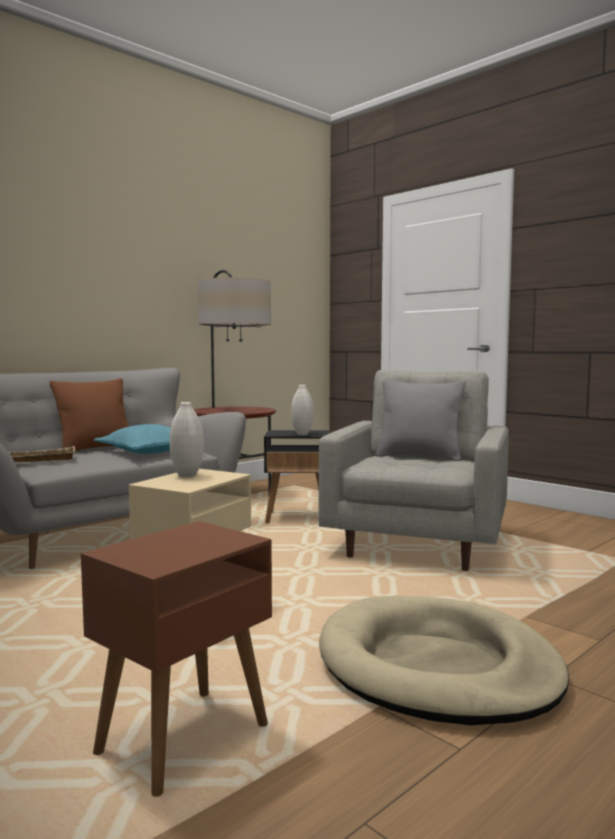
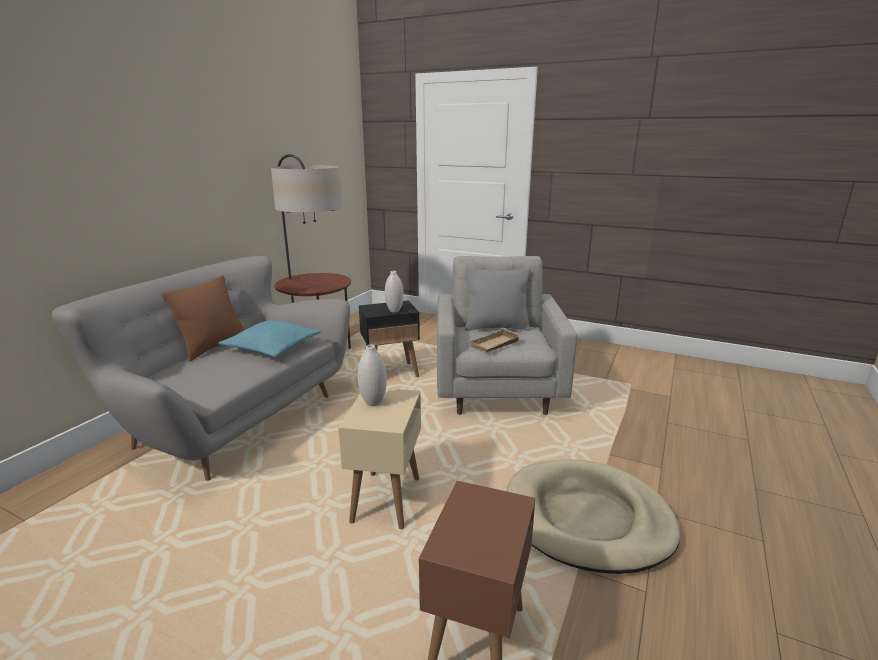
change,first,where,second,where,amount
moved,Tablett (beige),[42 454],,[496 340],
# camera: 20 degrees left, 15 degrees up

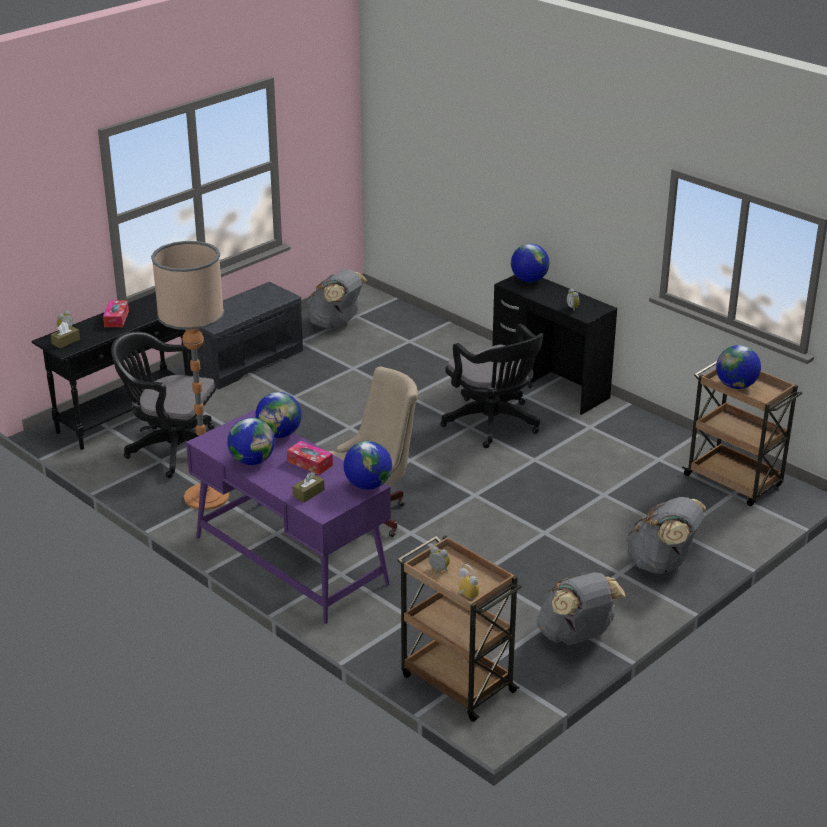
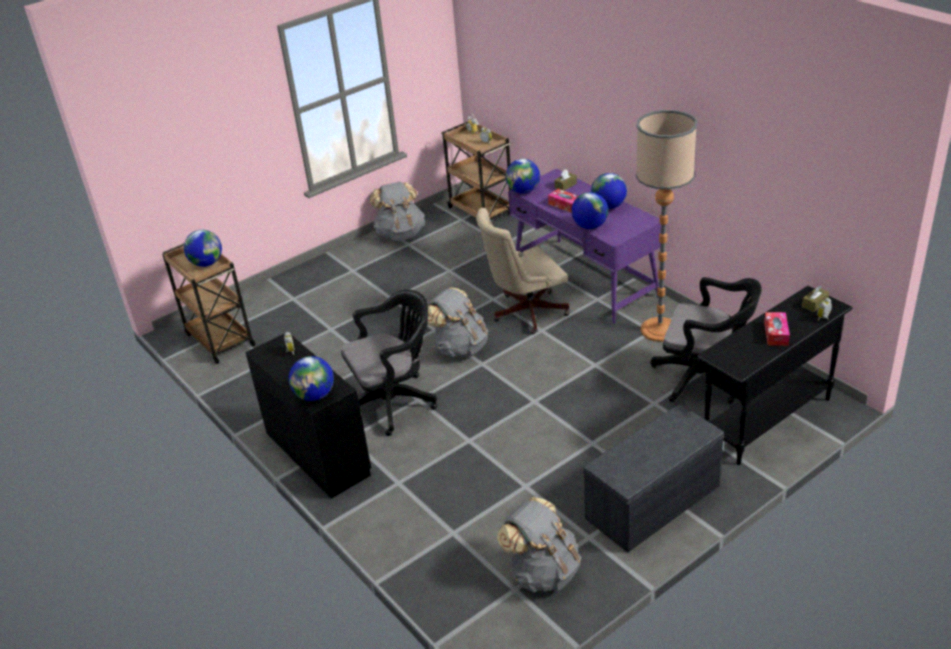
change,first,where,second,where,amount
turned,Bürostuhl (schwarz),[491 386],,[389 363],90 degrees clockwise
moved,Rucksack (grau),[666 535],,[458 322],
# camera: 170 degrees left, 5 degrees up

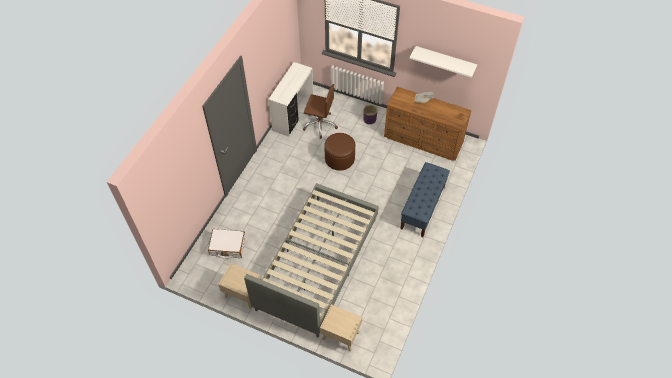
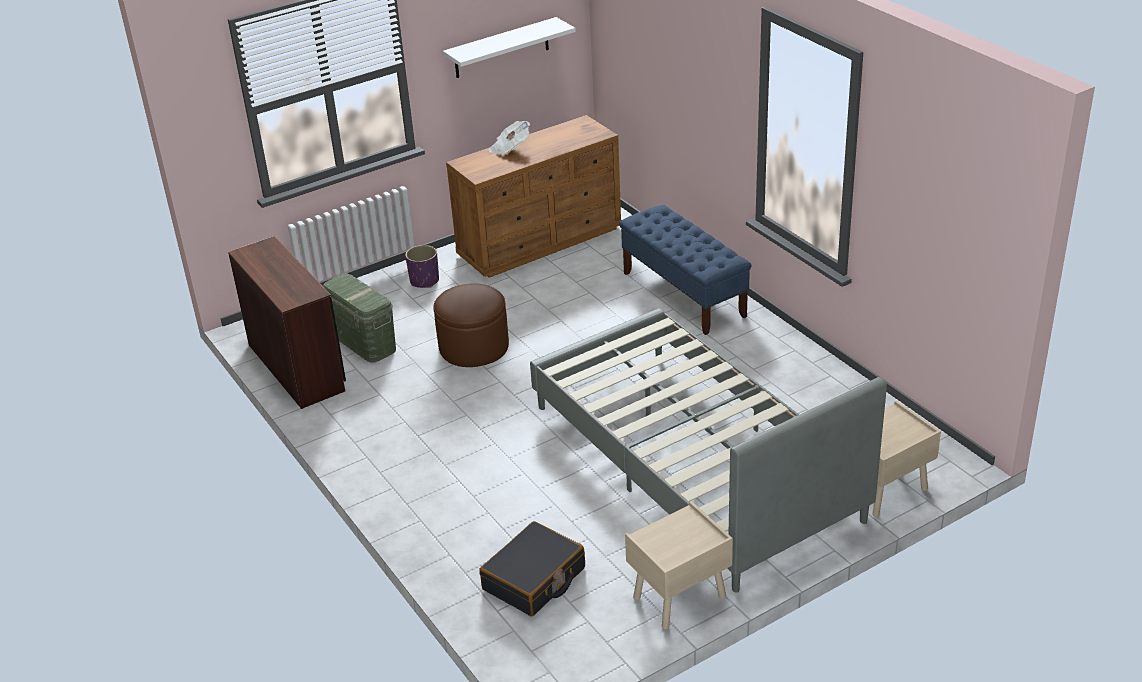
change,first,where,second,where,amount
recoloured,Schreibtisch (weiß),[290 99],Schreibtisch (braun),[287 322],
replaced,Bürostuhl (braun),[320 111],Aufbewahrungsbox (grün),[359 318],
recoloured,Koffer (weiß),[227 244],Koffer (schwarz),[532 568],
# camera: 55 degrees left, 20 degrees down

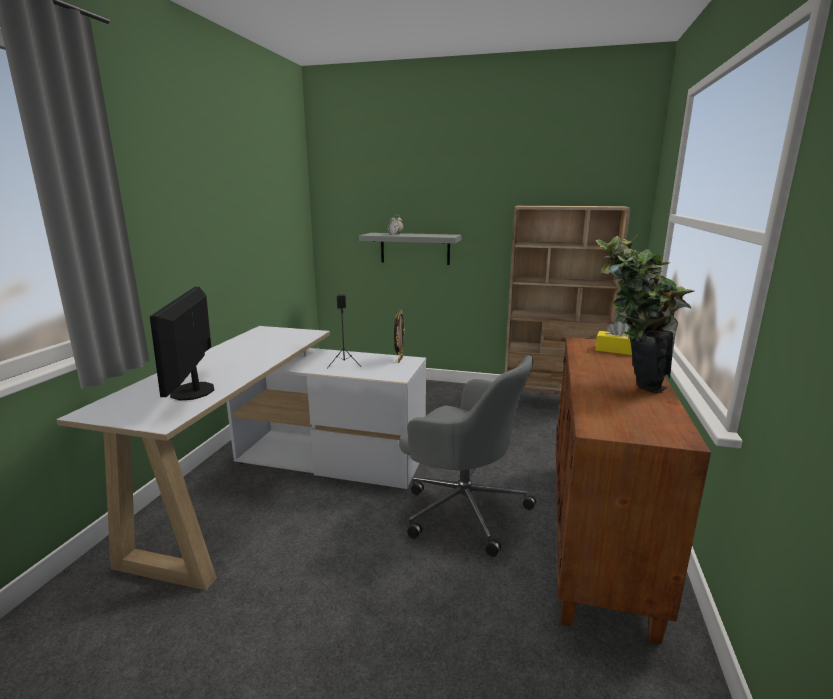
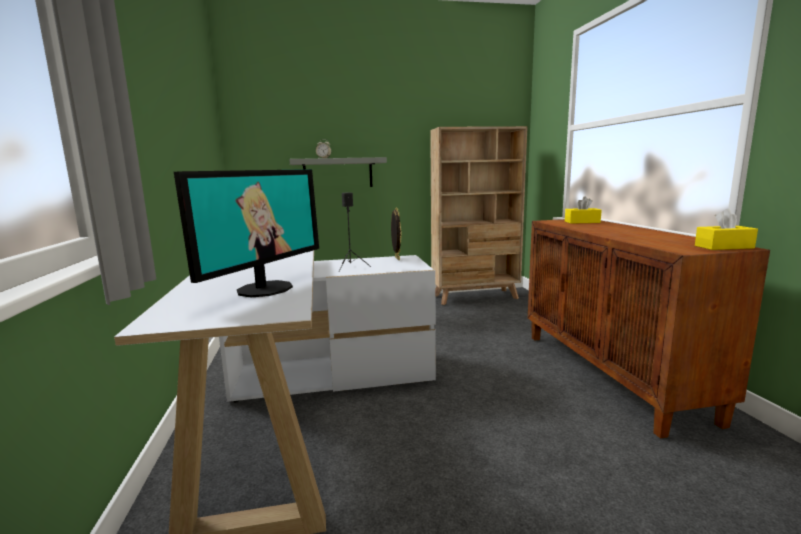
change,first,where,second,where,amount
turned,Monitor,[182 344],,[246 233],120 degrees counterclockwise
added,,,Taschentuchbox (gelb),[726 229],
removed,Bürostuhl (grau),[467 456],,,
removed,Topfpflanze,[645 314],,,
# camera: 25 degrees left, 5 degrees down

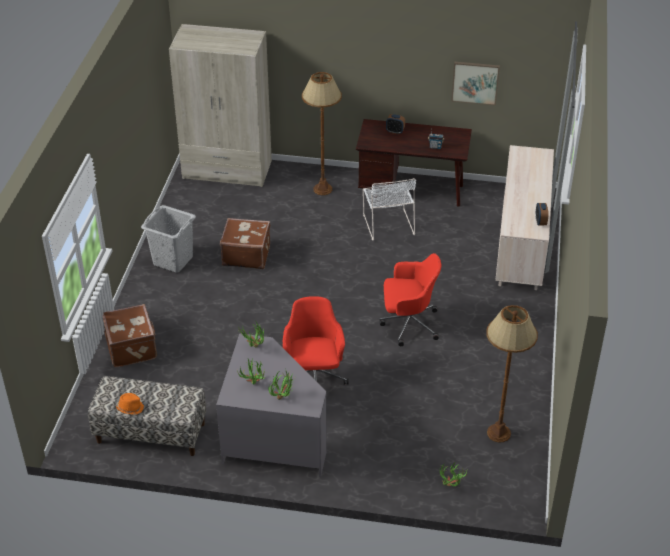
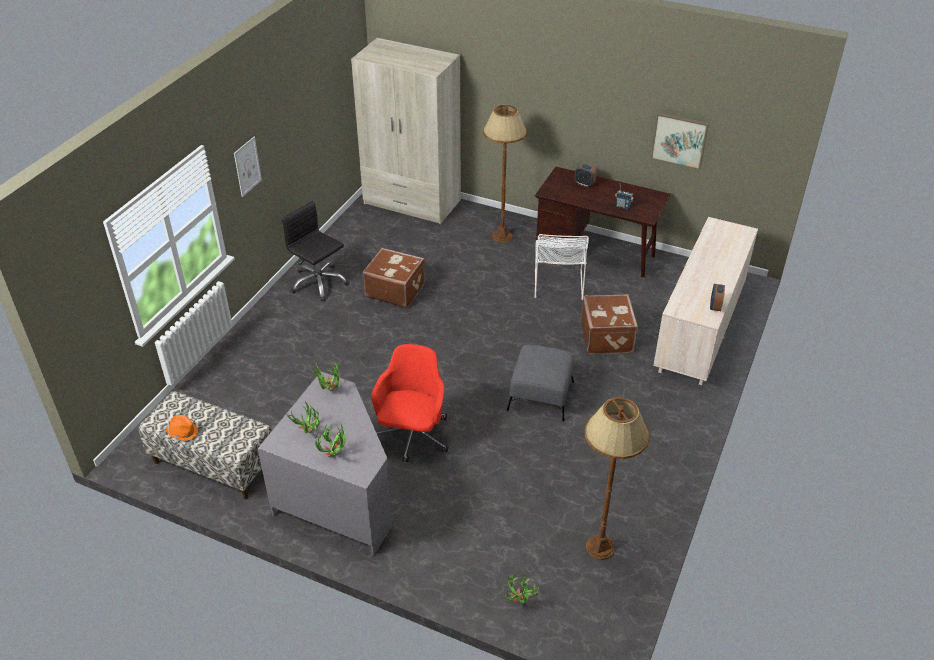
change,first,where,second,where,amount
added,,,Bild,[248 167],
replaced,Wäschekorb (grau),[168 238],Bürostuhl (schwarz),[315 251],
replaced,Bürostuhl (rot),[410 299],Polsterhocker (grau),[540 383],
moved,Koffer (braun),[129 335],,[609 324],
# camera: 15 degrees right, 0 degrees up

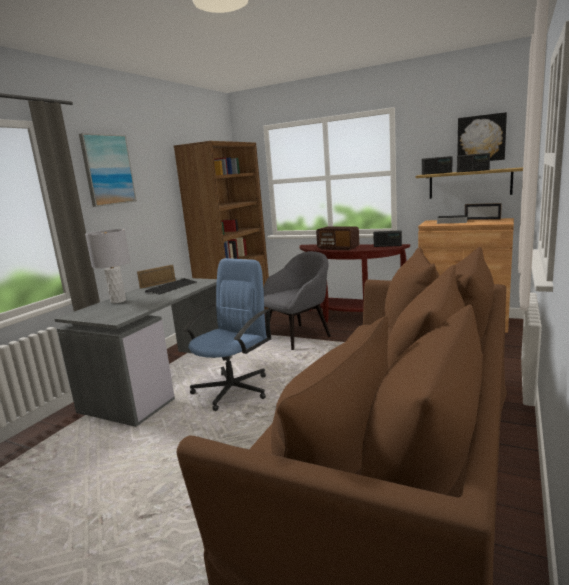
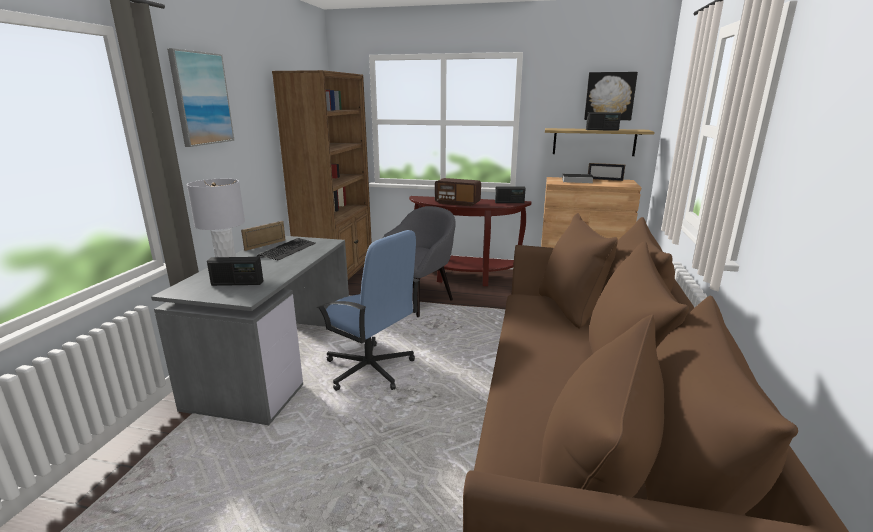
change,first,where,second,where,amount
moved,Radio,[437 165],,[235 271],
turned,Bürostuhl (blau),[227 334],,[368 310],105 degrees clockwise
# camera: 15 degrees left, 5 degrees up

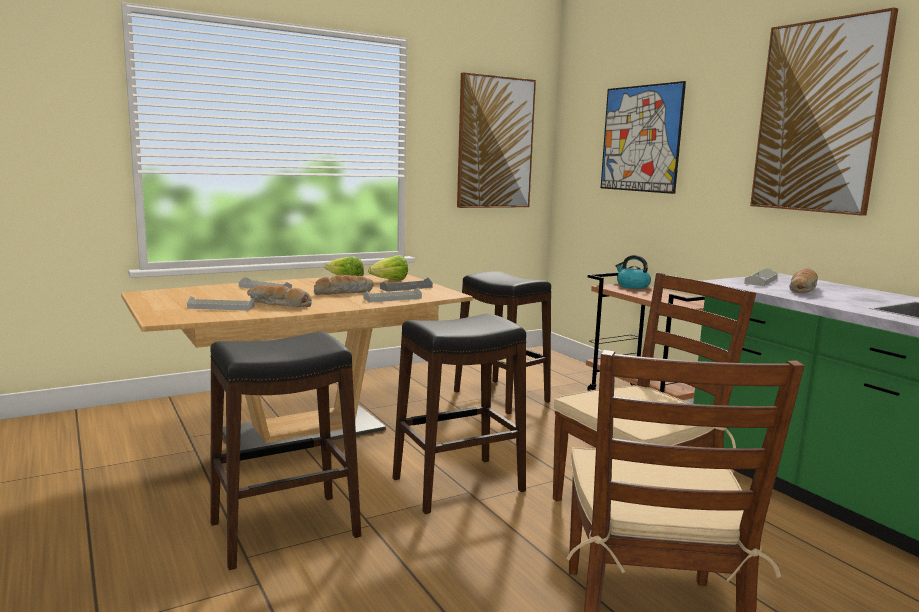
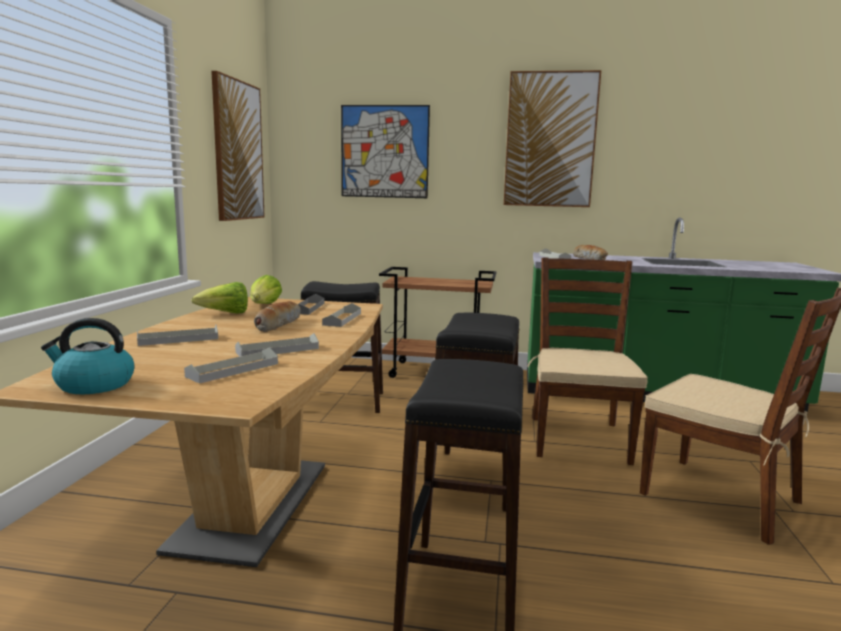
change,first,where,second,where,amount
moved,Wasserkessel,[633 272],,[87 356],
replaced,Brot,[279 296],Tablett (grau),[277 344],
# camera: 50 degrees left, 0 degrees up

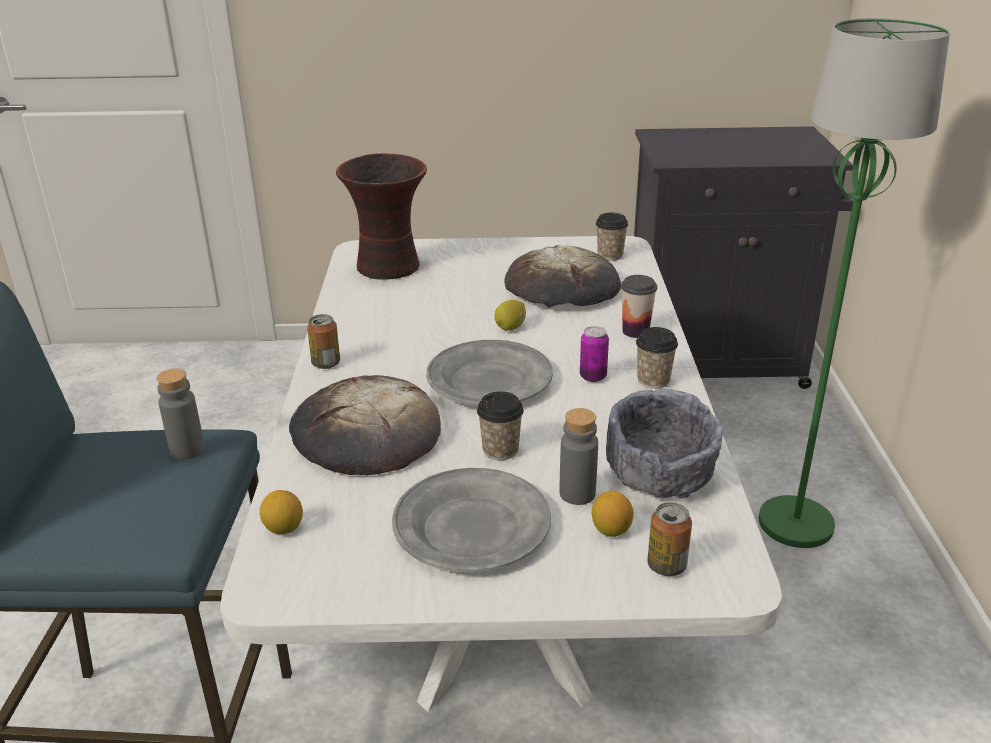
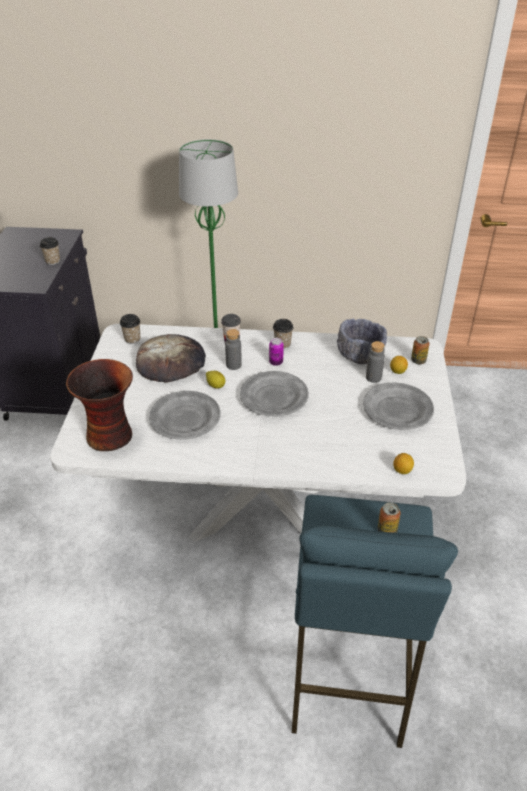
change,first,where,second,where,amount
moved,Tasse,[500 425],,[50 251],
added,,,Teller (grau),[185 415],
moved,Flasche (grau),[180 414],,[233 349],
moved,Dose,[323 341],,[389 517],
removed,Brot,[365 425],,,
# camera: 85 degrees left, 10 degrees up

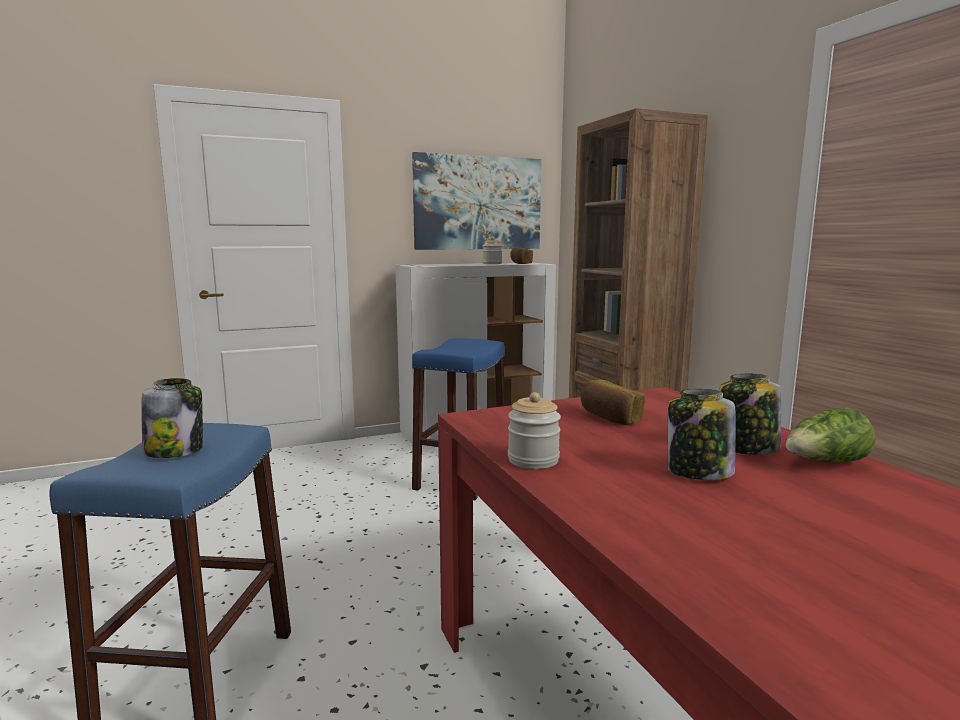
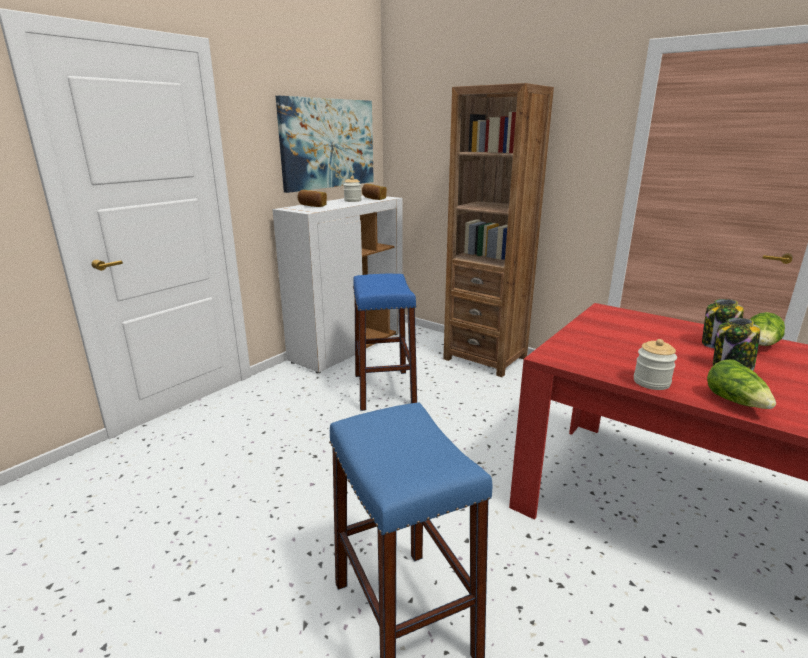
change,first,where,second,where,amount
moved,Brot,[612 402],,[312 198],
added,,,Salatkopf,[741 384],
removed,Vorratsglas,[172 418],,,
# camera: 30 degrees left, 10 degrees up

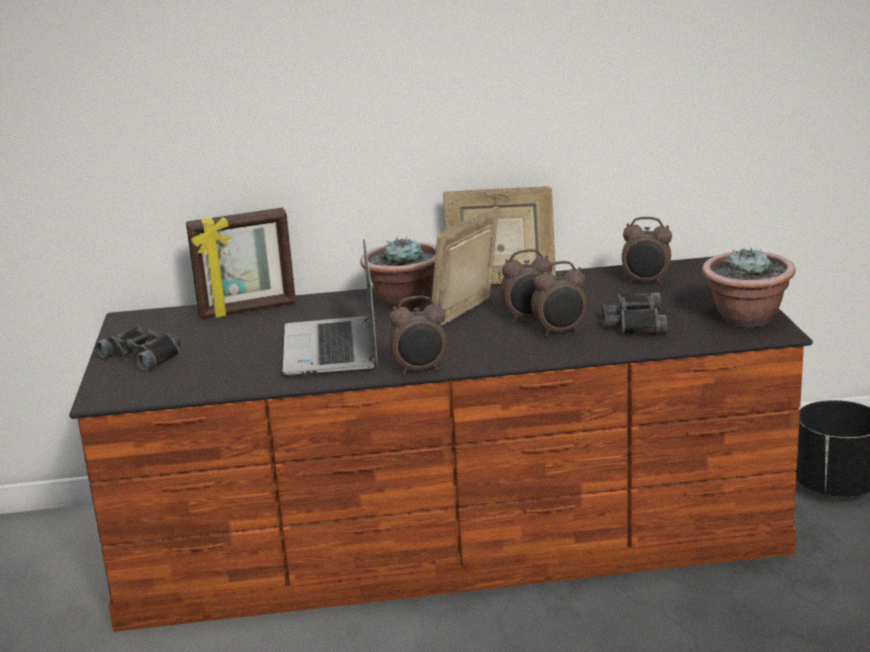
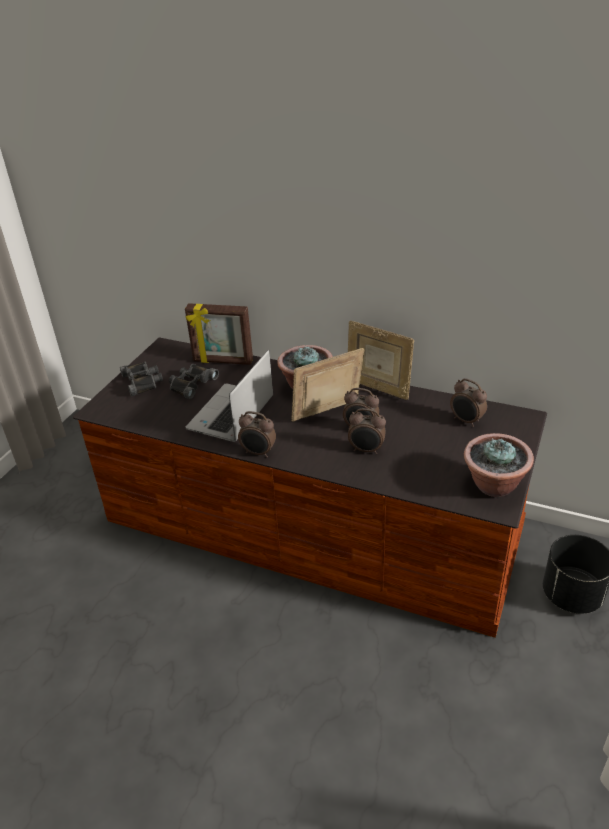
change,first,where,second,where,amount
moved,Fernglas (schwarz),[634 313],,[194 381],
# camera: 30 degrees right, 15 degrees up

